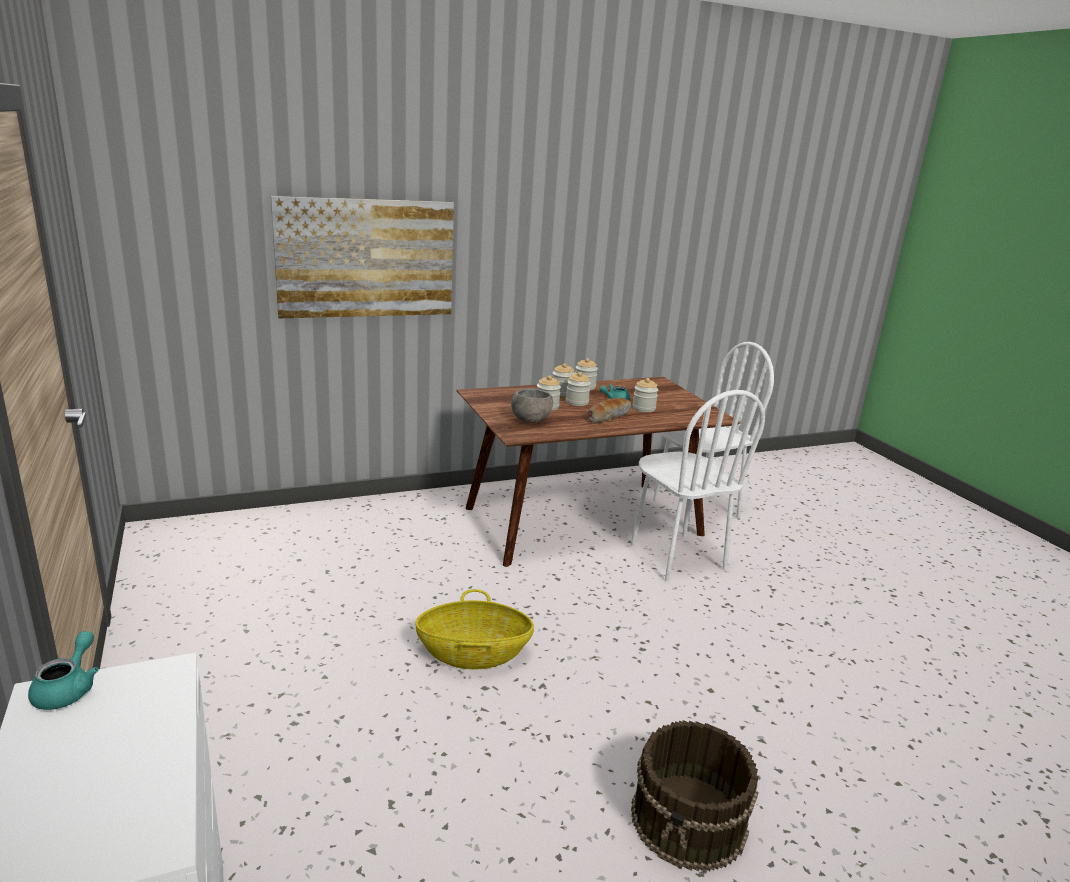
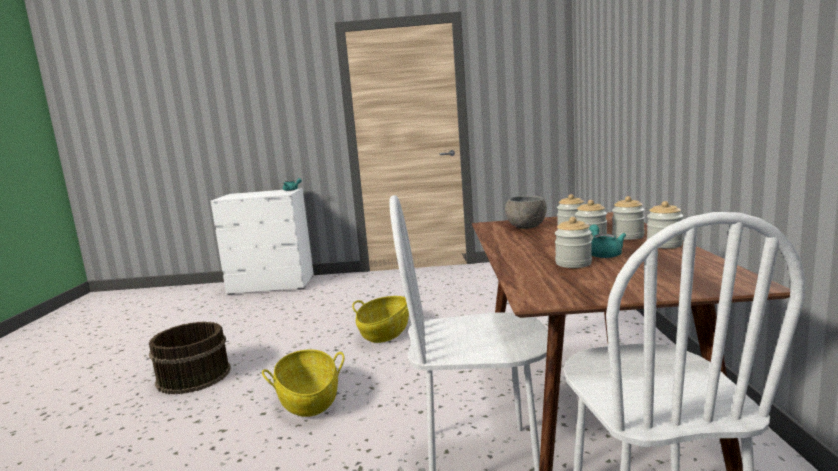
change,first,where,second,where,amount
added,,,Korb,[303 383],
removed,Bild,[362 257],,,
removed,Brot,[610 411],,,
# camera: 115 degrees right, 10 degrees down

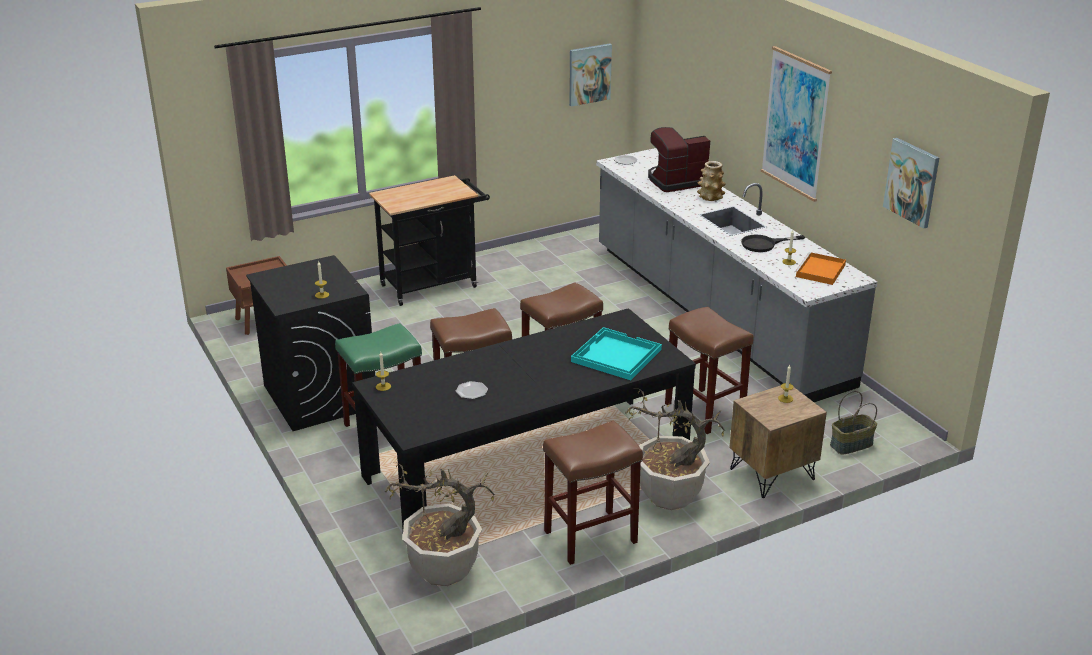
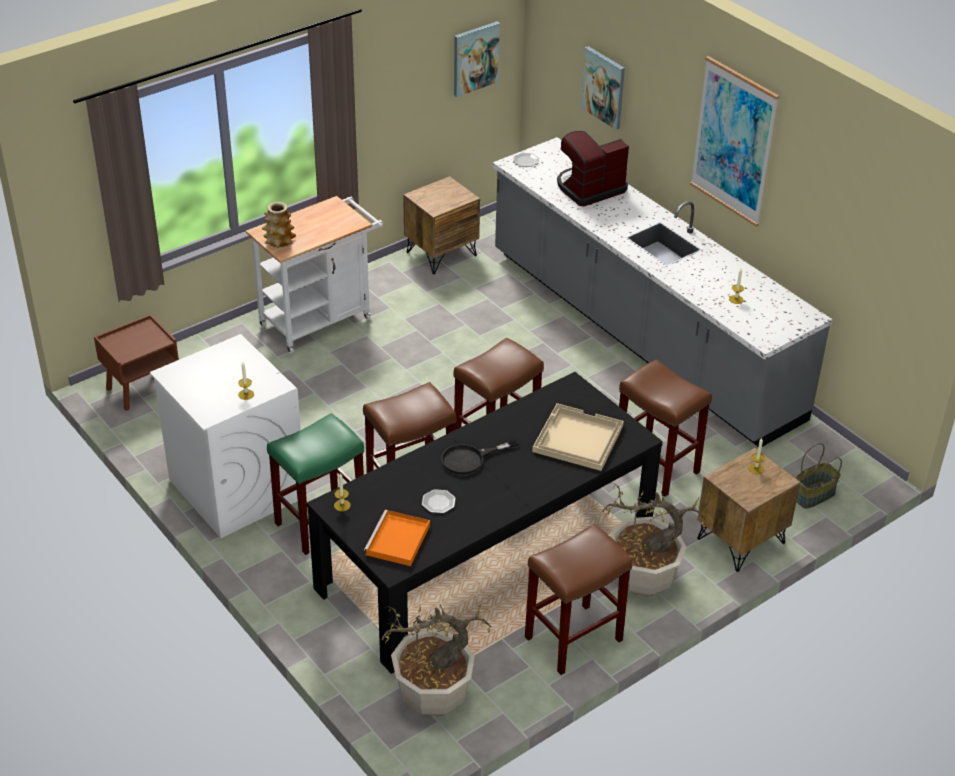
change,first,where,second,where,amount
recoloured,Waschmaschine (schwarz),[310 343],Waschmaschine (weiß),[225 436],
recoloured,Rollwagen (schwarz),[429 240],Rollwagen (weiß),[314 275],
moved,Vase,[711 181],,[279 225],
moved,Tablett (orange),[820 268],,[397 538],
added,,,Nachttisch (braun),[441 225],
moved,Pfanne (schwarz),[773 243],,[480 456],
recoloured,Tablett (türkis),[616 353],Tablett (beige),[578 437],
moved,Bild,[911 183],,[603 88],
# camera: 10 degrees left, 10 degrees up

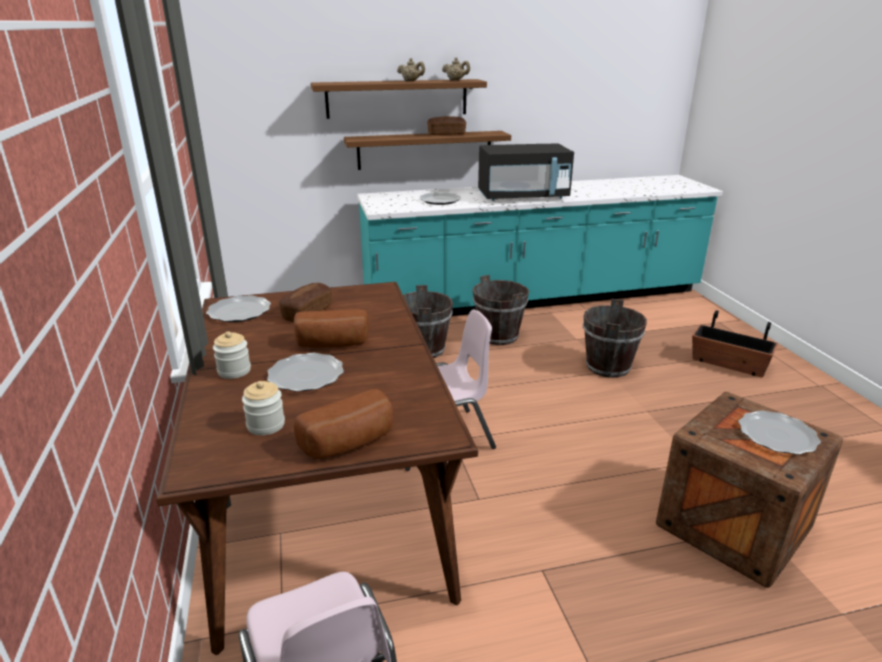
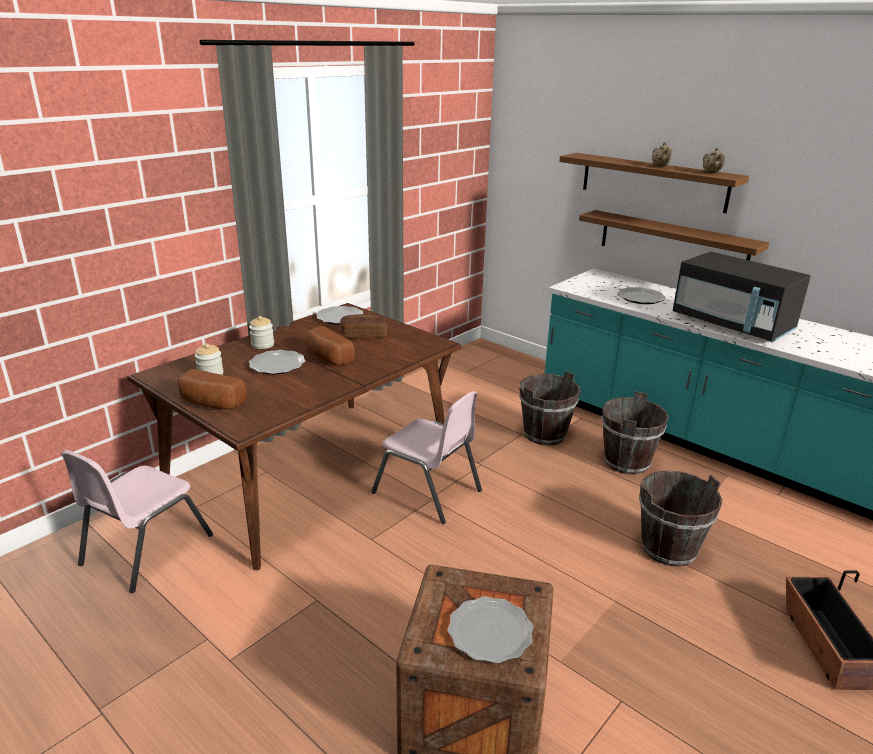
change,first,where,second,where,amount
removed,Brot,[446 125],,,
# camera: 55 degrees right, 0 degrees up

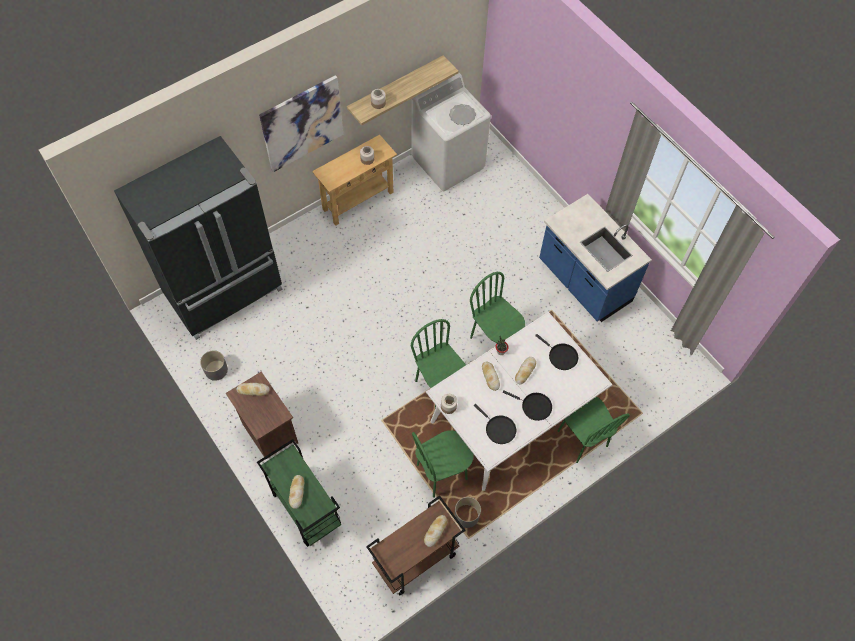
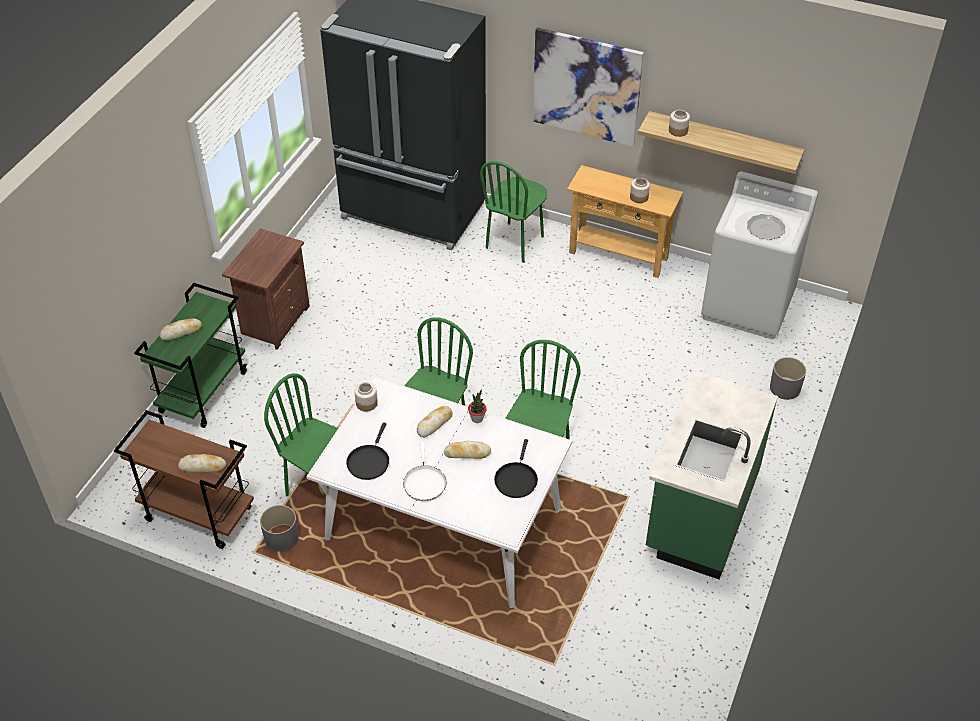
change,first,where,second,where,amount
recoloured,Pfanne (schwarz),[527 405],Pfanne (weiß),[425 471],
moved,Stuhl (grün),[594 430],,[513 212],
recoloured,Küchenzeile (blau),[595 258],Küchenzeile (grün),[712 475],
moved,Pflanzkübel (grau),[214 366],,[788 378],
removed,Brot,[253 389],,,
# camera: 60 degrees right, 15 degrees down

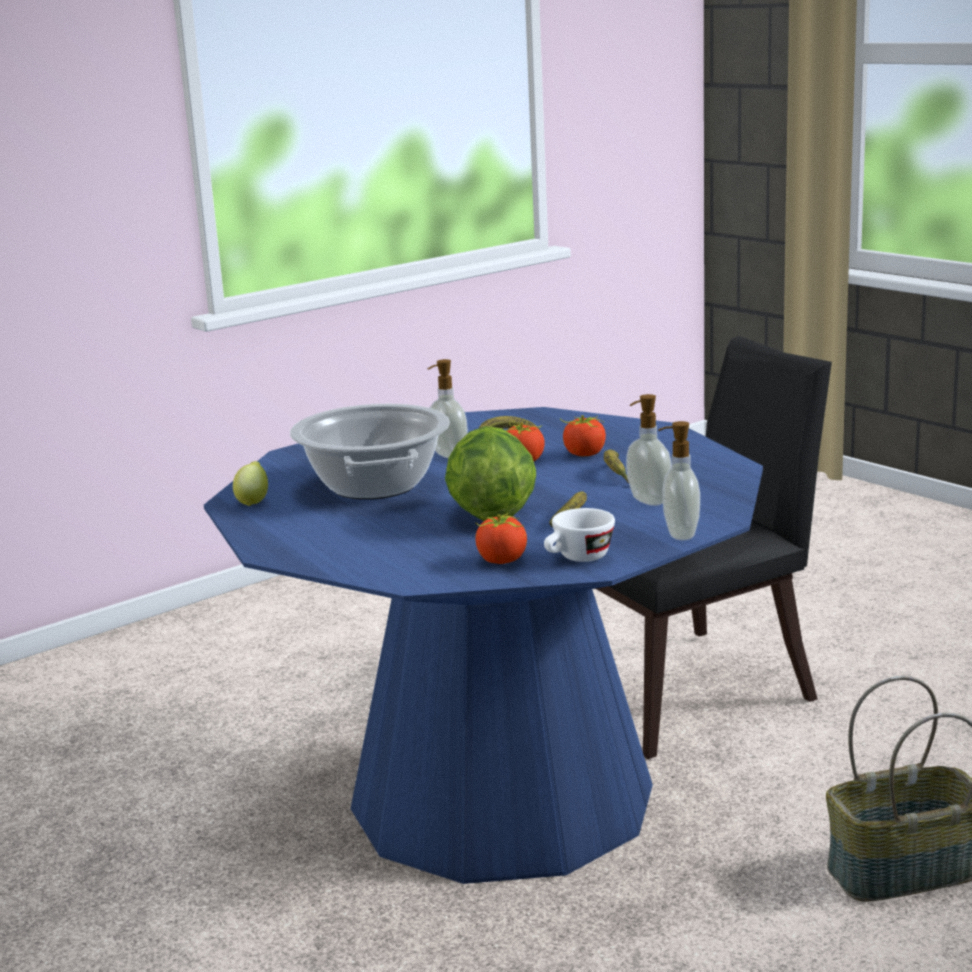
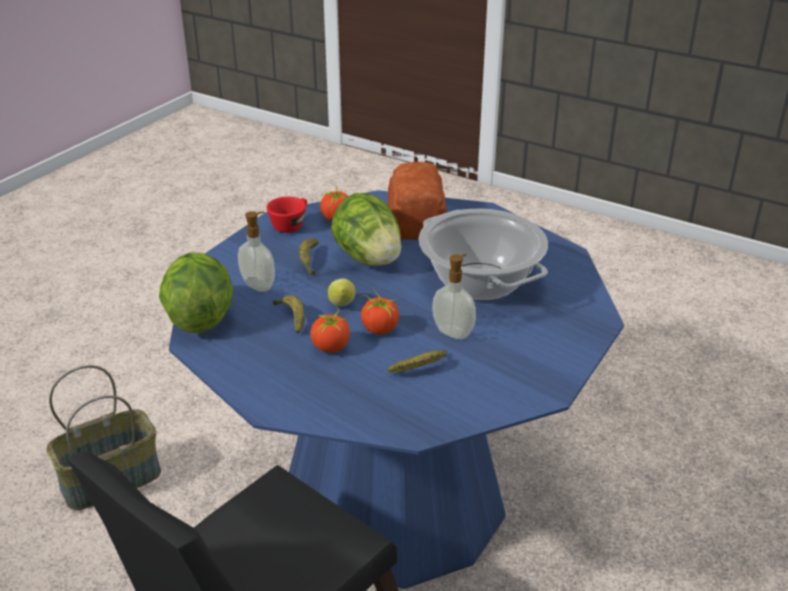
change,first,where,second,where,amount
added,,,Salatkopf,[196 292],
recoloured,Tasse (weiß),[579 535],Tasse (rot),[286 215],
moved,Zitrone,[250 483],,[342 292],
added,,,Brot,[417 201],
removed,Seifenspender,[679 480],,,
# camera: 160 degrees right, 15 degrees up

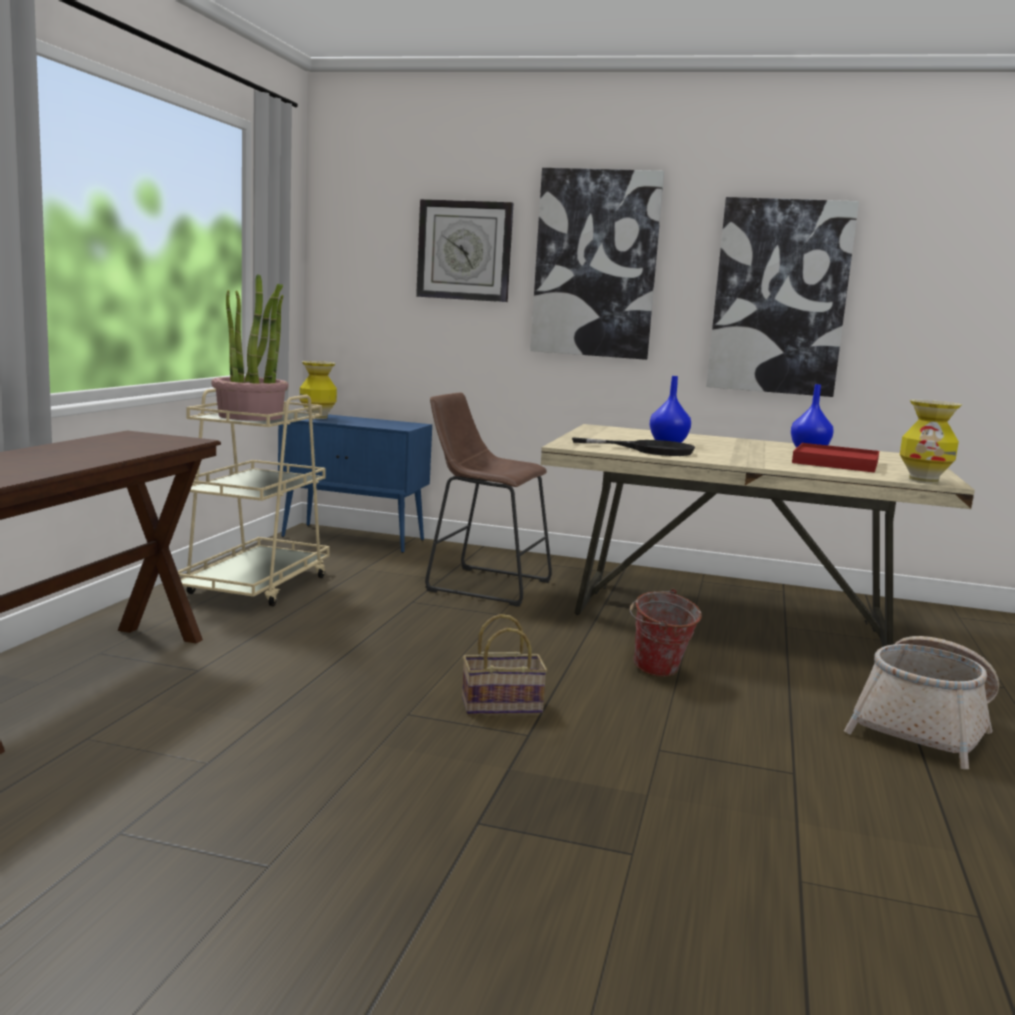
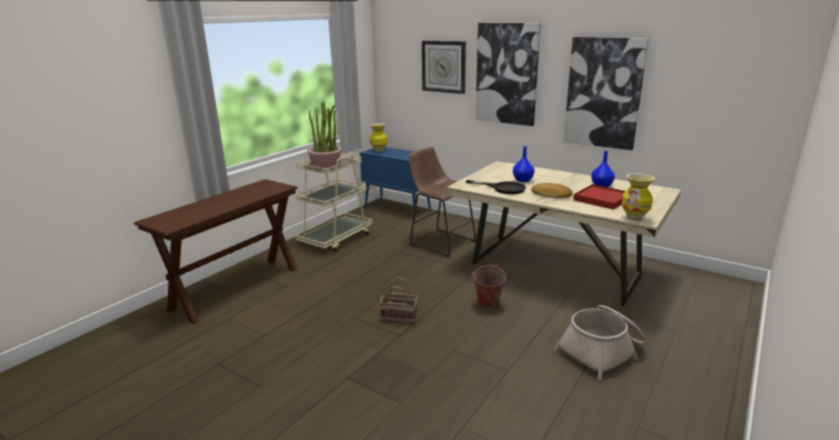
change,first,where,second,where,amount
added,,,Brot,[552 190],
# camera: 20 degrees right, 10 degrees up

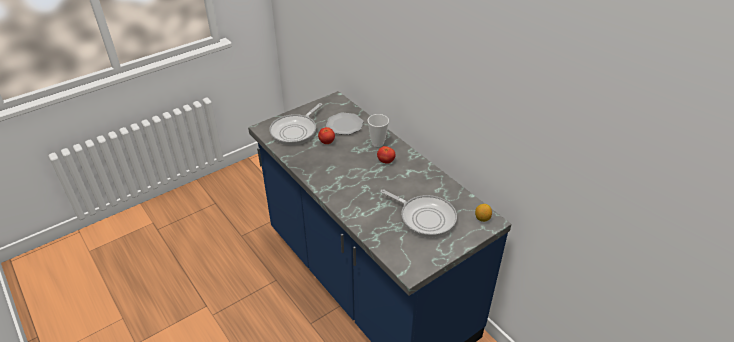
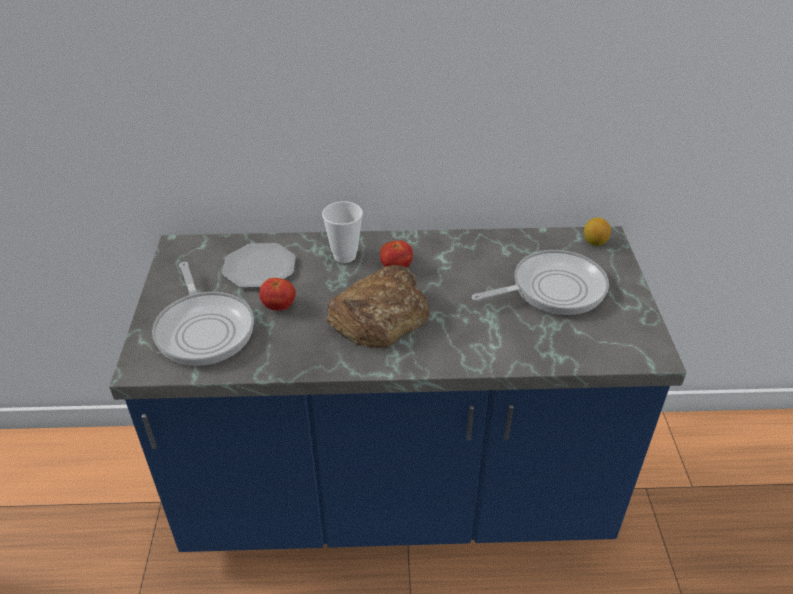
change,first,where,second,where,amount
added,,,Brot,[378 306],
# camera: 55 degrees left, 0 degrees up

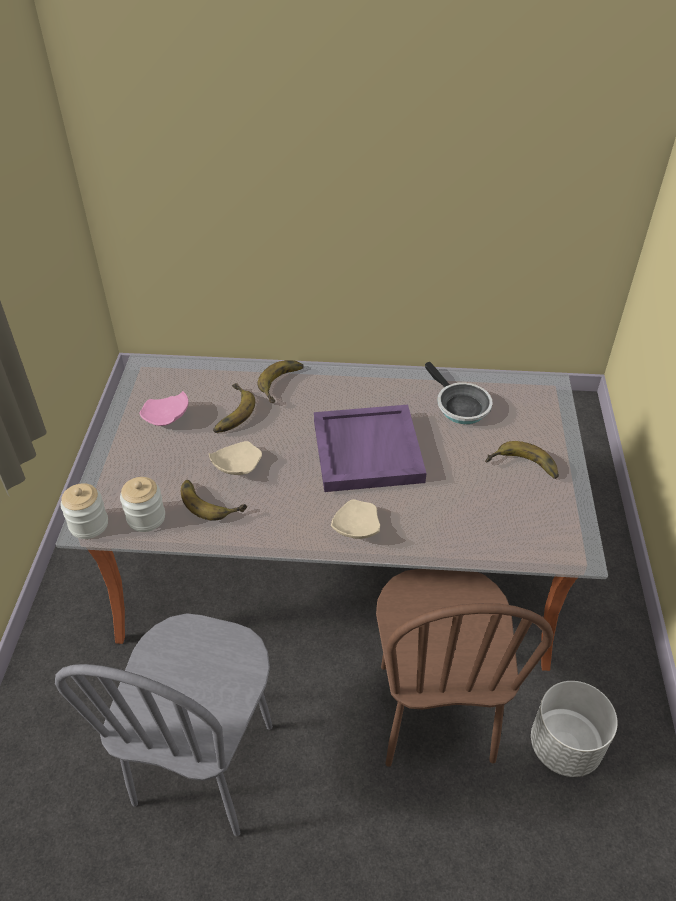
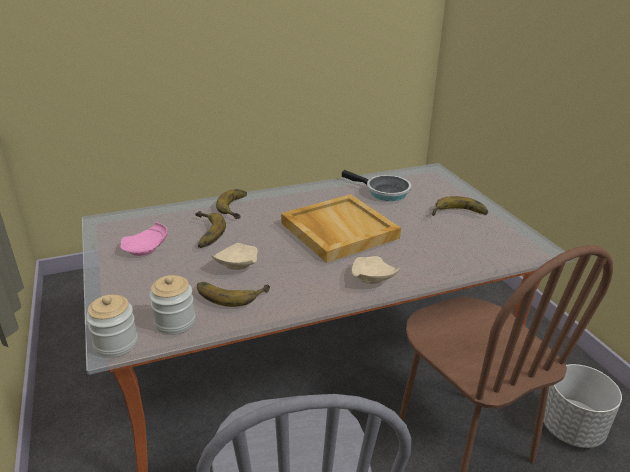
change,first,where,second,where,amount
recoloured,Tablett (lila),[370 448],Tablett (beige),[341 228],
# camera: 25 degrees left, 15 degrees down

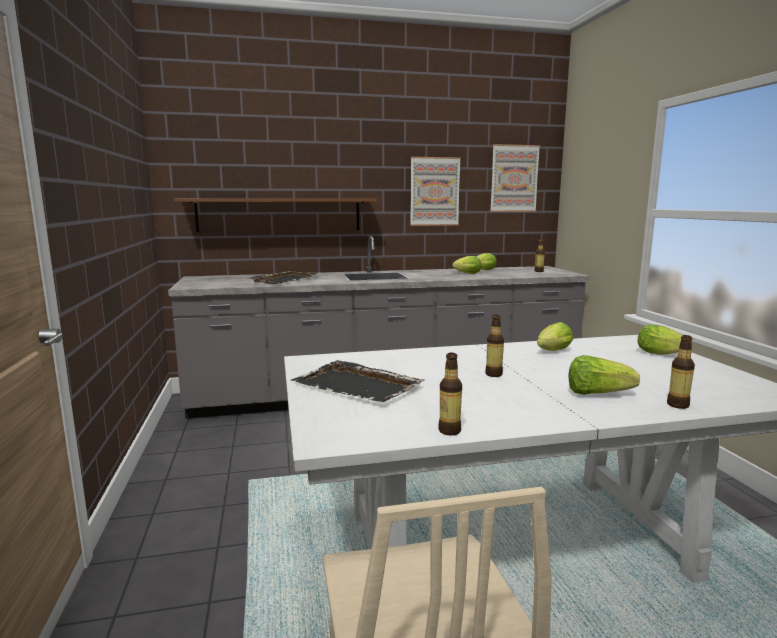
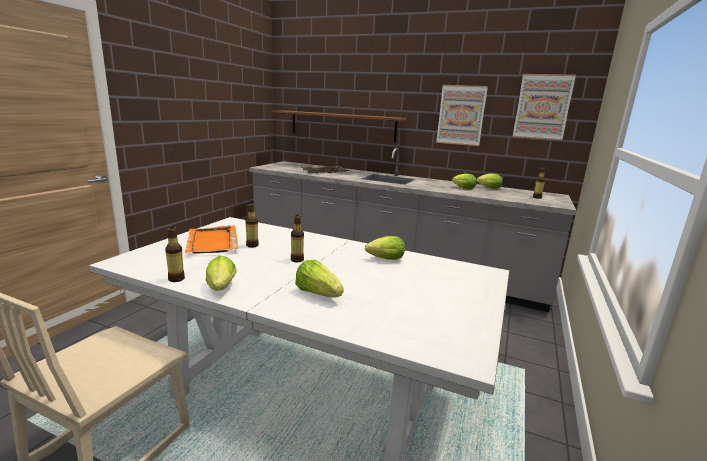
change,first,where,second,where,amount
recoloured,Tablett (schwarz),[358 381],Tablett (orange),[212 239],
moved,Salatkopf,[660 340],,[221 273],
moved,Flasche,[681 372],,[252 225],
# camera: 35 degrees right, 5 degrees up

